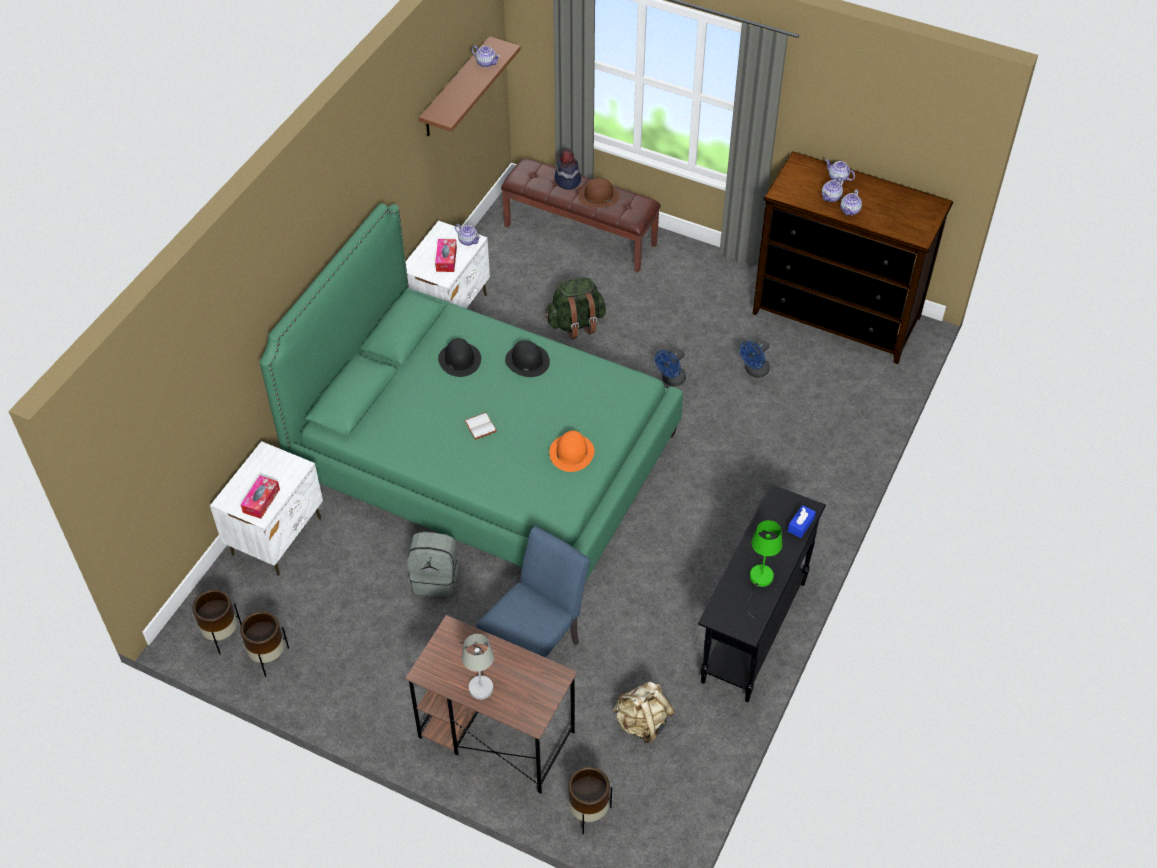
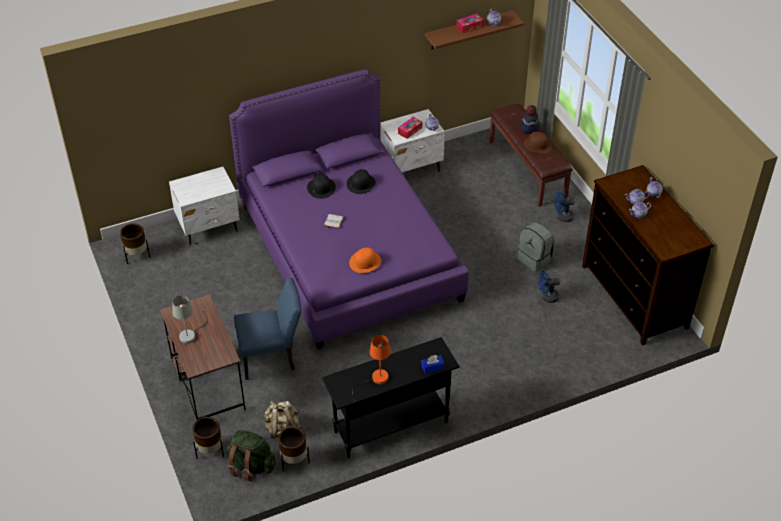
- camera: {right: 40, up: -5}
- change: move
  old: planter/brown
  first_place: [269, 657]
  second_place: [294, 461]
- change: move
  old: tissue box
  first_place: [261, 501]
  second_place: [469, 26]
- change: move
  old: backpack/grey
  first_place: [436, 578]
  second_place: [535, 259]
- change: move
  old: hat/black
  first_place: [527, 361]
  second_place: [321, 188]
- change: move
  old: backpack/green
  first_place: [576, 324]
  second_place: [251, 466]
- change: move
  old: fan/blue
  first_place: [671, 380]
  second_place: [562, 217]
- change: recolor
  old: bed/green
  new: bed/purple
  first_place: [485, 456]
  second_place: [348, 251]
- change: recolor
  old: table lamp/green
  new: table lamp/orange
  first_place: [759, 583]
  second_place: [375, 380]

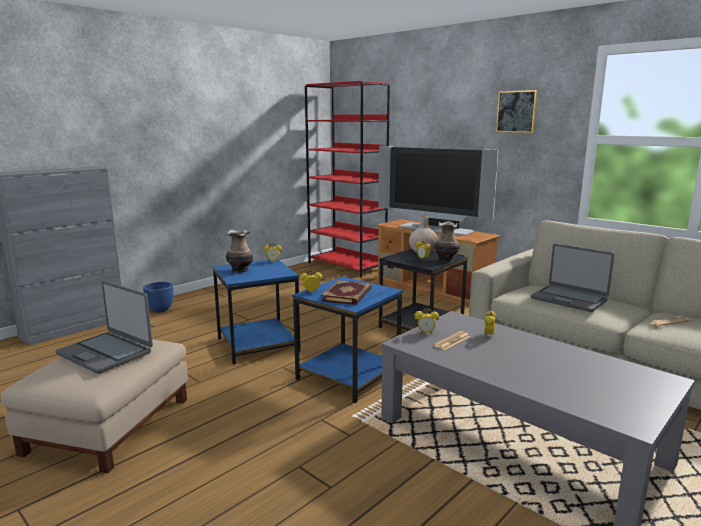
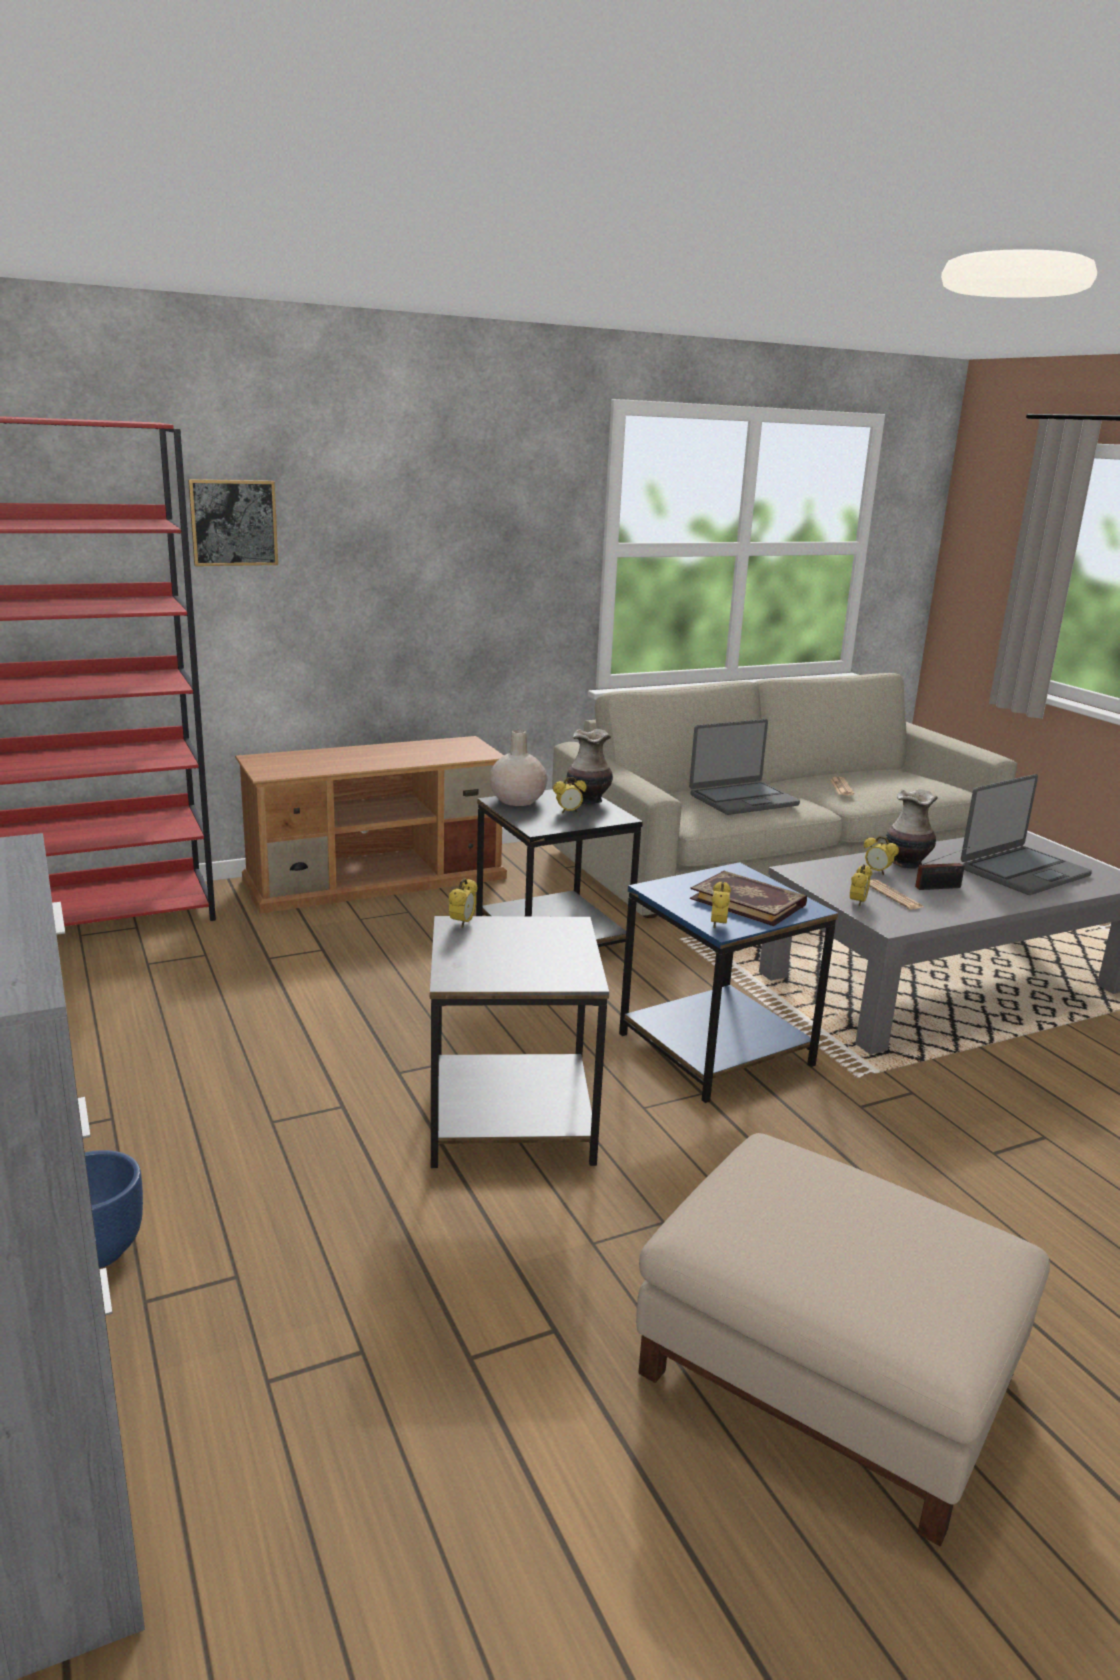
- camera: {right: -70, up: 5}
- change: delete
  old: television
  first_place: [435, 229]
- change: insert
  new: radio
  second_place: [940, 887]
- change: move
  old: laptop
  first_place: [106, 353]
  second_place: [1023, 872]
- change: move
  old: vase
  first_place: [239, 270]
  second_place: [906, 863]
- change: move
  old: picture
  first_place: [516, 111]
  second_place: [233, 523]
- change: recolor
  old: side table/blue
  new: side table/grey
  first_place: [258, 344]
  second_place: [508, 1116]

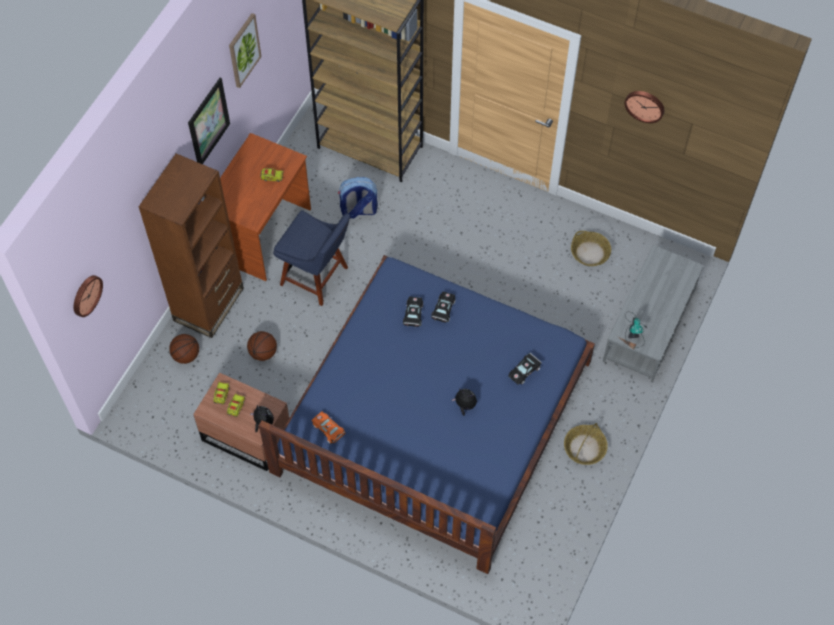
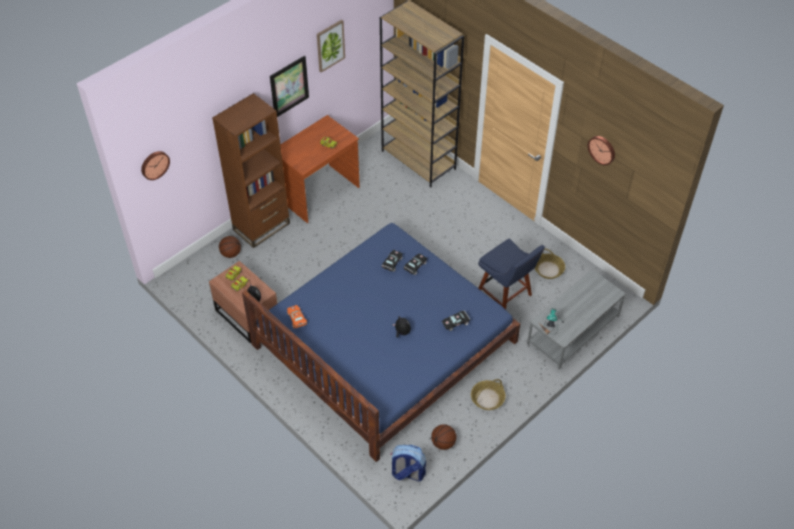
- camera: {right: 20, up: -10}
- change: move
  old: basketball
  first_place: [263, 352]
  second_place: [443, 443]
- change: move
  old: chair/blue
  first_place: [317, 277]
  second_place: [506, 296]
- change: move
  old: backpack
  first_place: [358, 210]
  second_place: [407, 473]

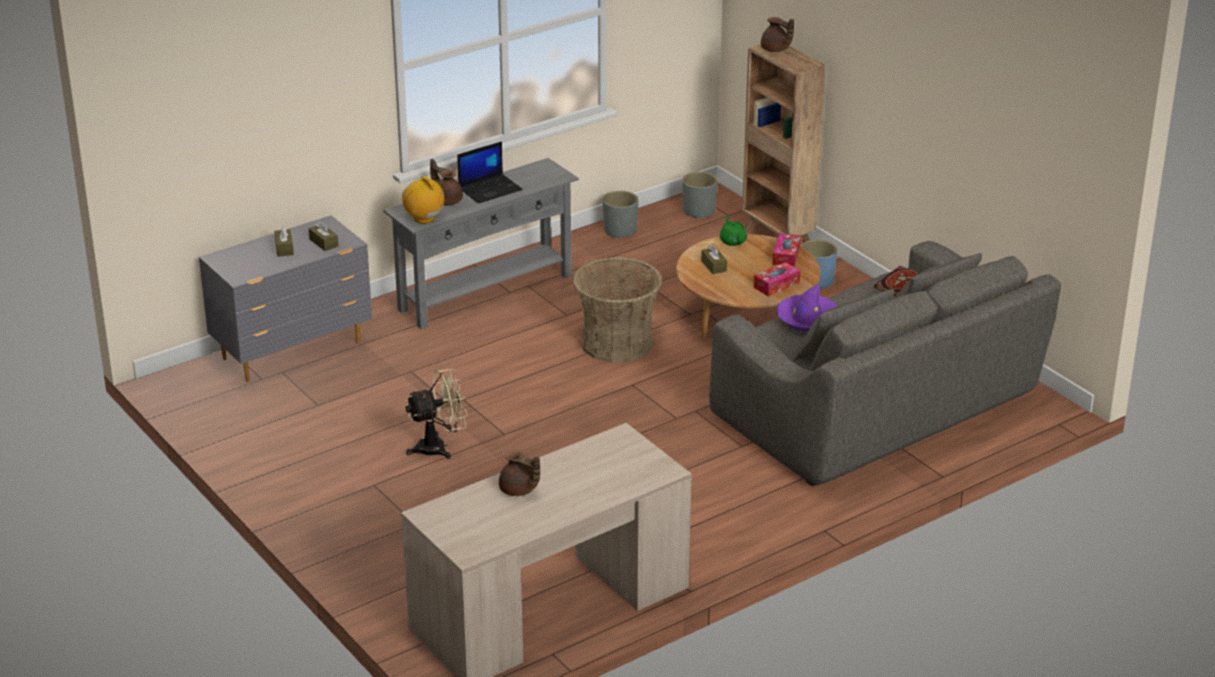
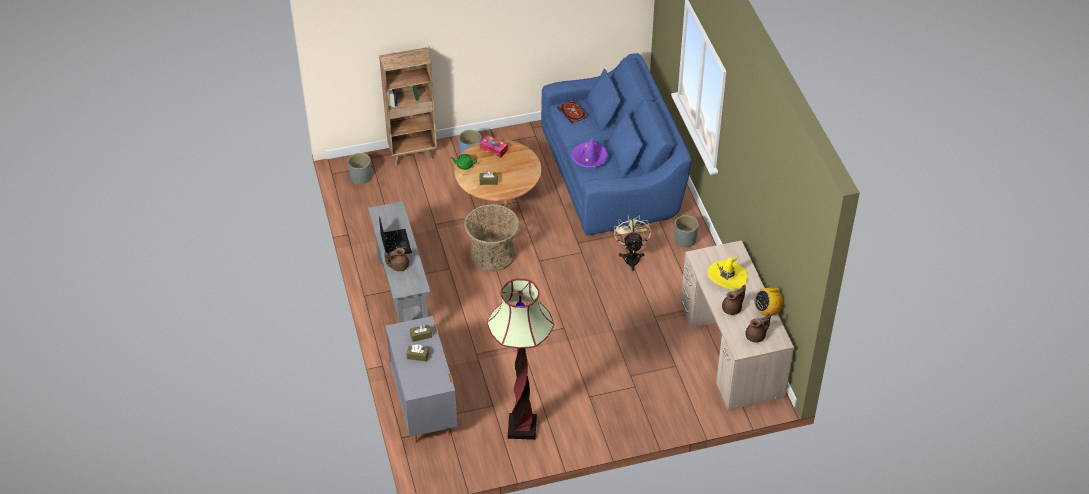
- camera: {right: -70, up: 15}
- change: delete
  old: tissue box
  first_place: [776, 285]
- change: insert
  new: floor lamp
  second_place: [522, 428]
- change: insert
  new: hat/yellow
  second_place: [727, 276]
- change: move
  old: radio
  first_place: [424, 219]
  second_place: [767, 311]
- change: move
  old: fan/beige
  first_place: [439, 447]
  second_place: [631, 256]
- change: move
  old: planter/grey
  first_place: [620, 231]
  second_place: [685, 240]
- change: move
  old: teapot/brown
  first_place: [775, 50]
  second_place: [756, 336]
- change: recolor
  old: sofa/grey
  new: sofa/blue
  first_place: [877, 411]
  second_place: [612, 173]

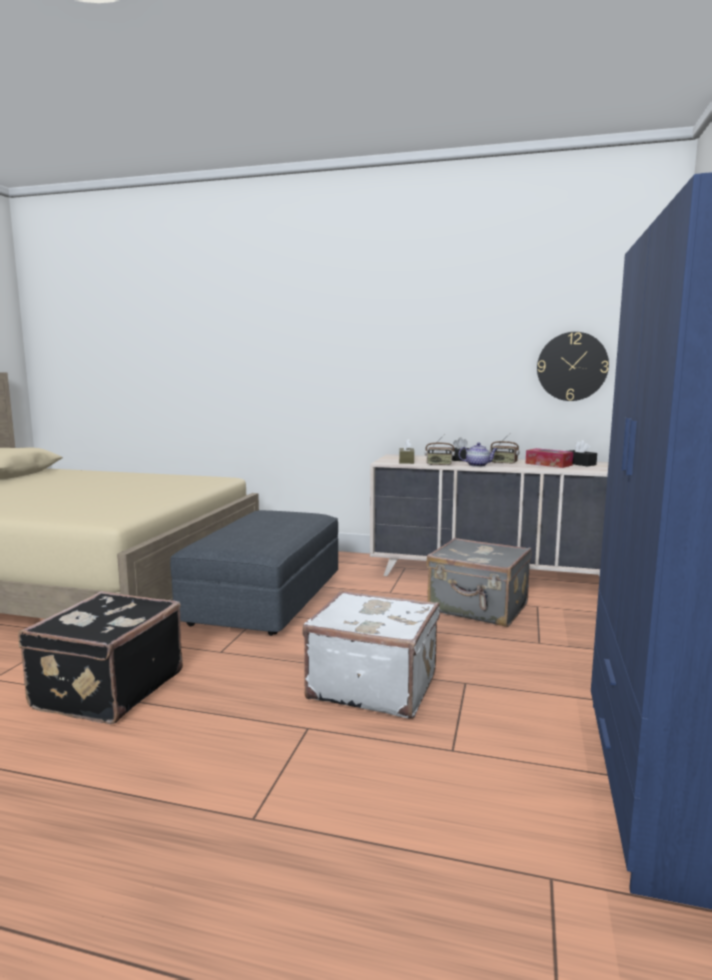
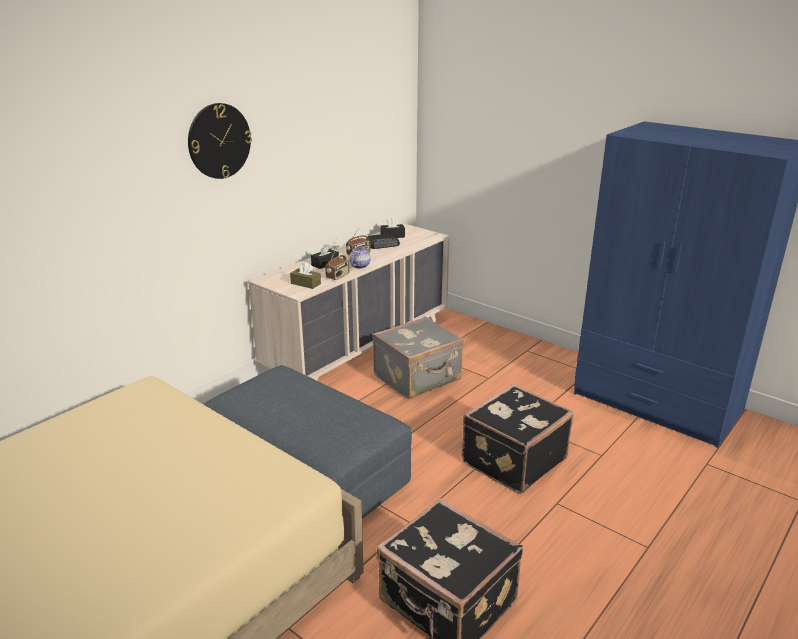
- camera: {right: -65, up: 15}
- change: move
  old: wall clock
  first_place: [572, 366]
  second_place: [219, 141]
- change: replace
  old: tissue box
  new: radio
  first_place: [548, 464]
  second_place: [383, 244]
- change: recolor
  old: suitcase/white
  new: suitcase/black
  first_place: [373, 685]
  second_place: [512, 460]

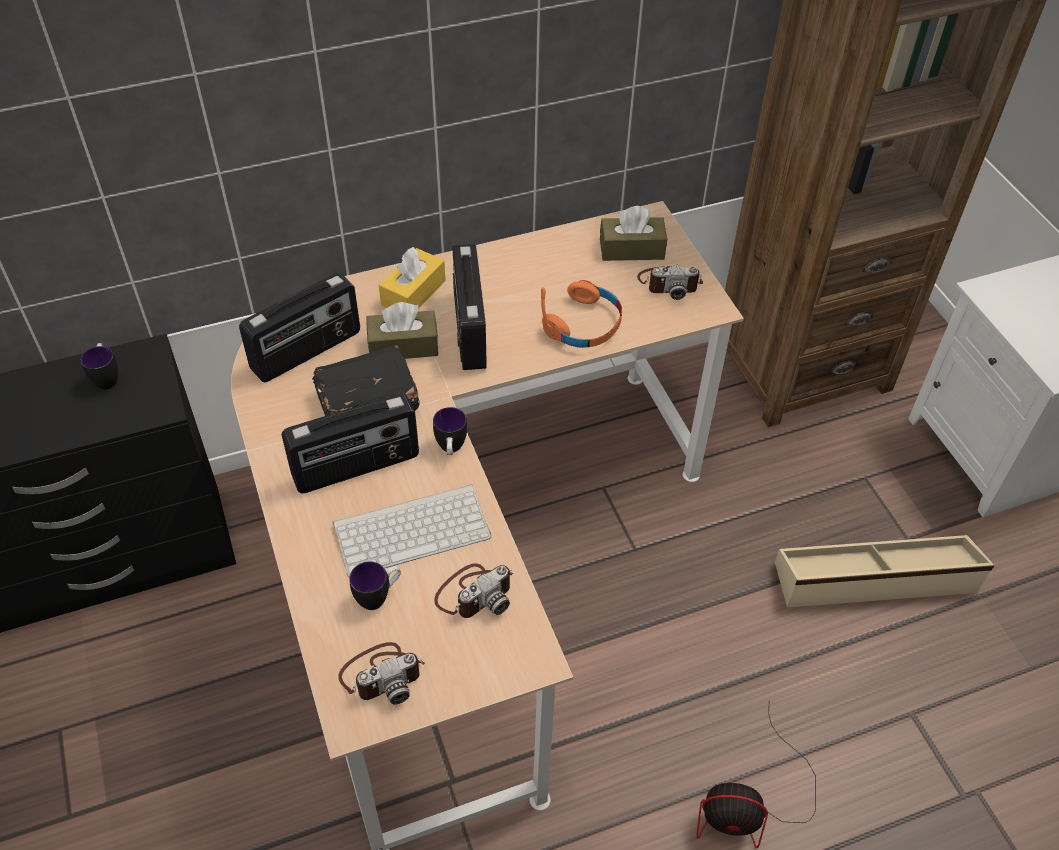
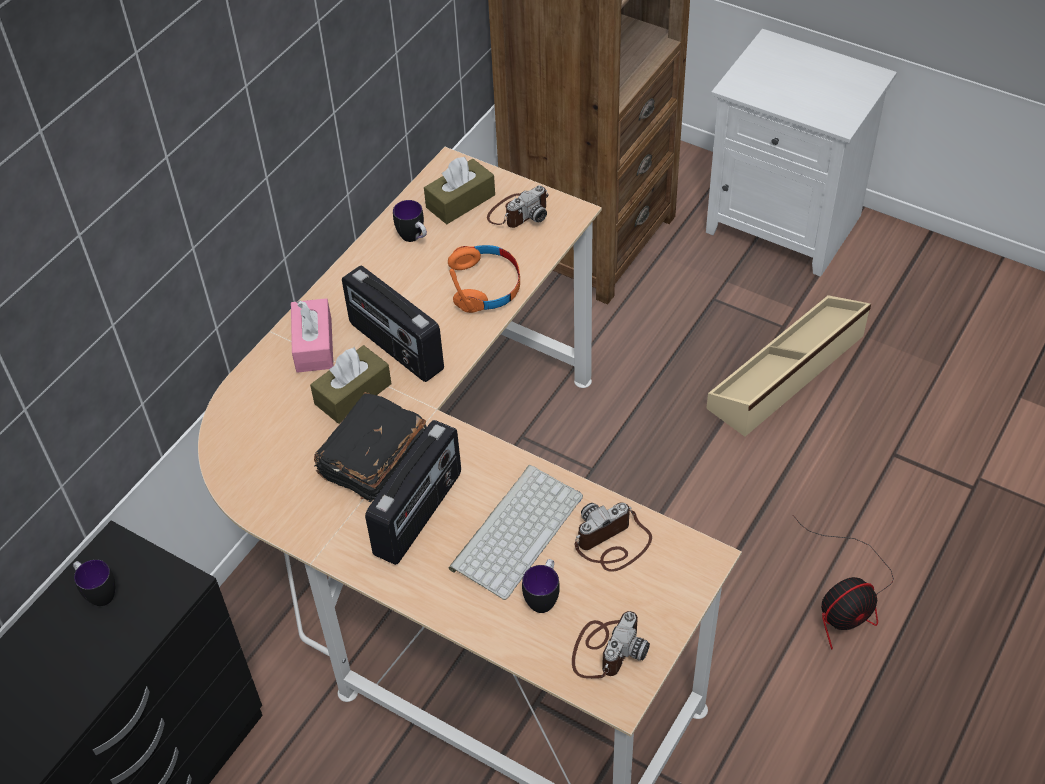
- camera: {right: -35, up: 0}
- change: delete
  old: radio
  first_place: [307, 352]
- change: move
  old: mug
  first_place: [451, 450]
  second_place: [414, 238]
- change: recolor
  old: tissue box/yellow
  new: tissue box/pink
  first_place: [413, 293]
  second_place: [314, 345]
- change: rotate
  old: photo camera
  first_place: [474, 593]
  second_place: [612, 543]
  degrees: -135

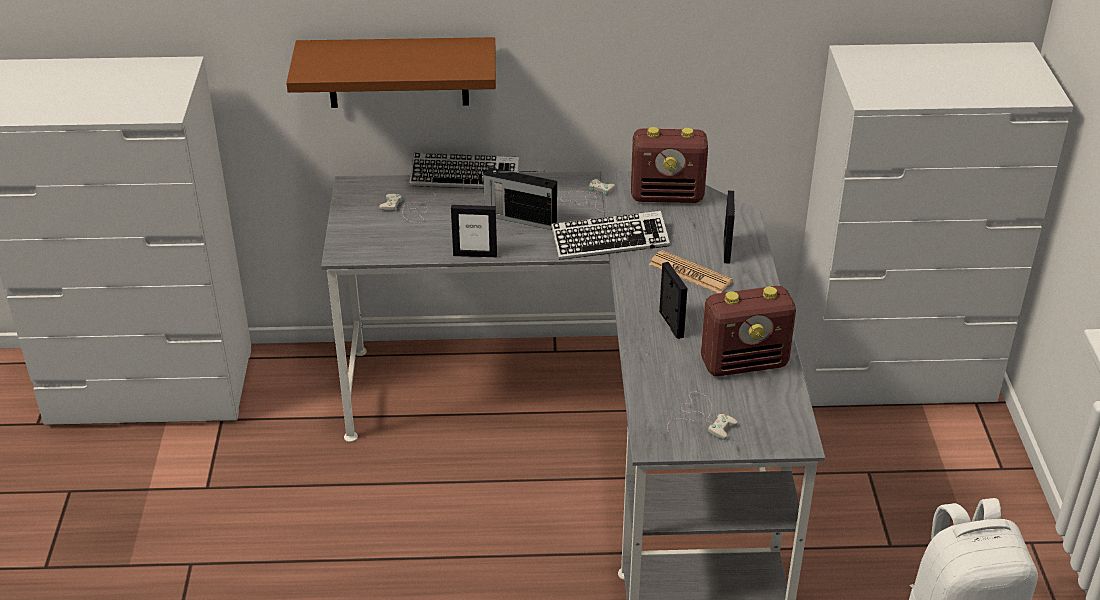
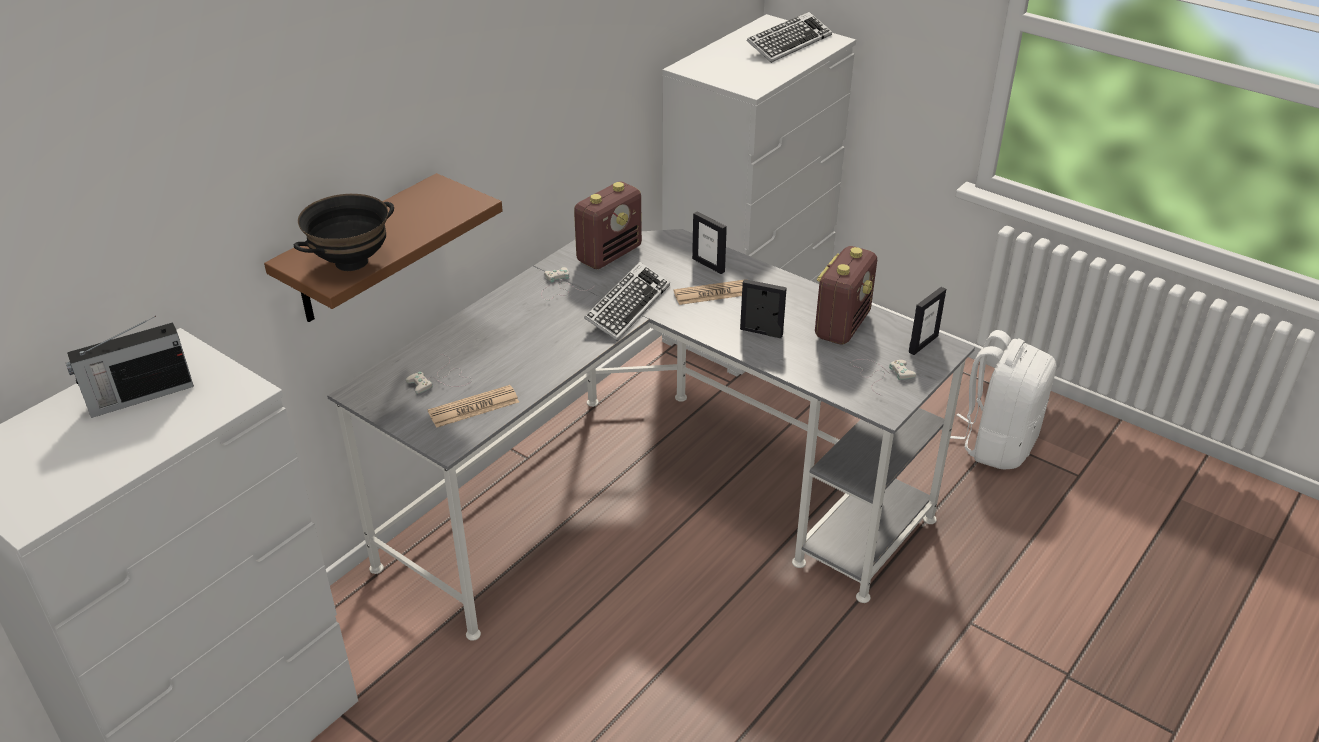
- camera: {right: -50, up: 0}
- change: insert
  new: bowl/black
  second_place: [351, 262]
- change: insert
  new: newspaper
  second_place: [473, 407]
- change: move
  old: keyboard
  first_place: [464, 178]
  second_place: [789, 43]
- change: move
  old: picture frame
  first_place: [475, 254]
  second_place: [923, 344]
- change: move
  old: radio
  first_place: [519, 218]
  second_place: [138, 396]

